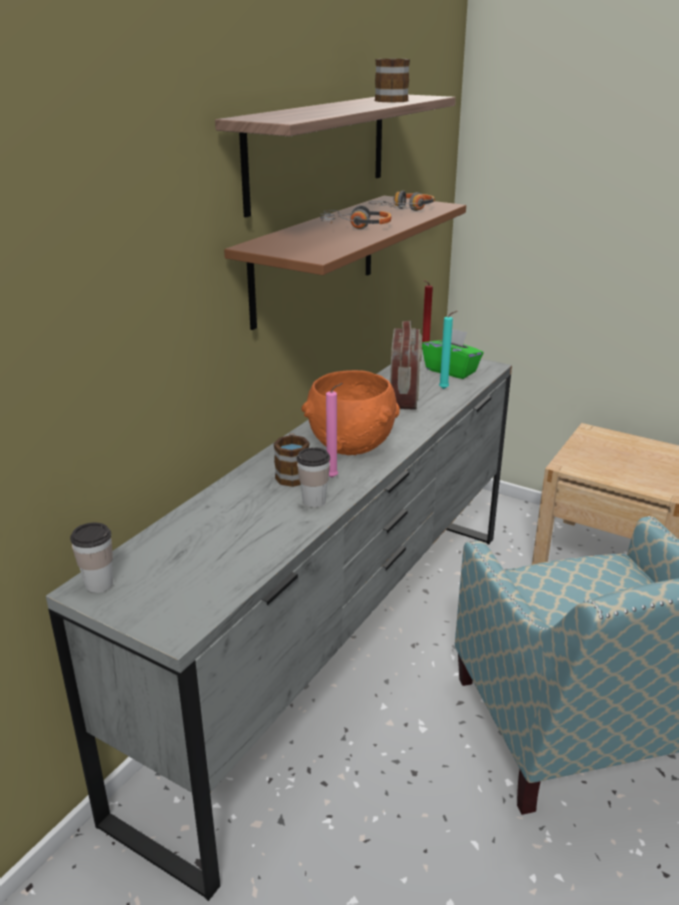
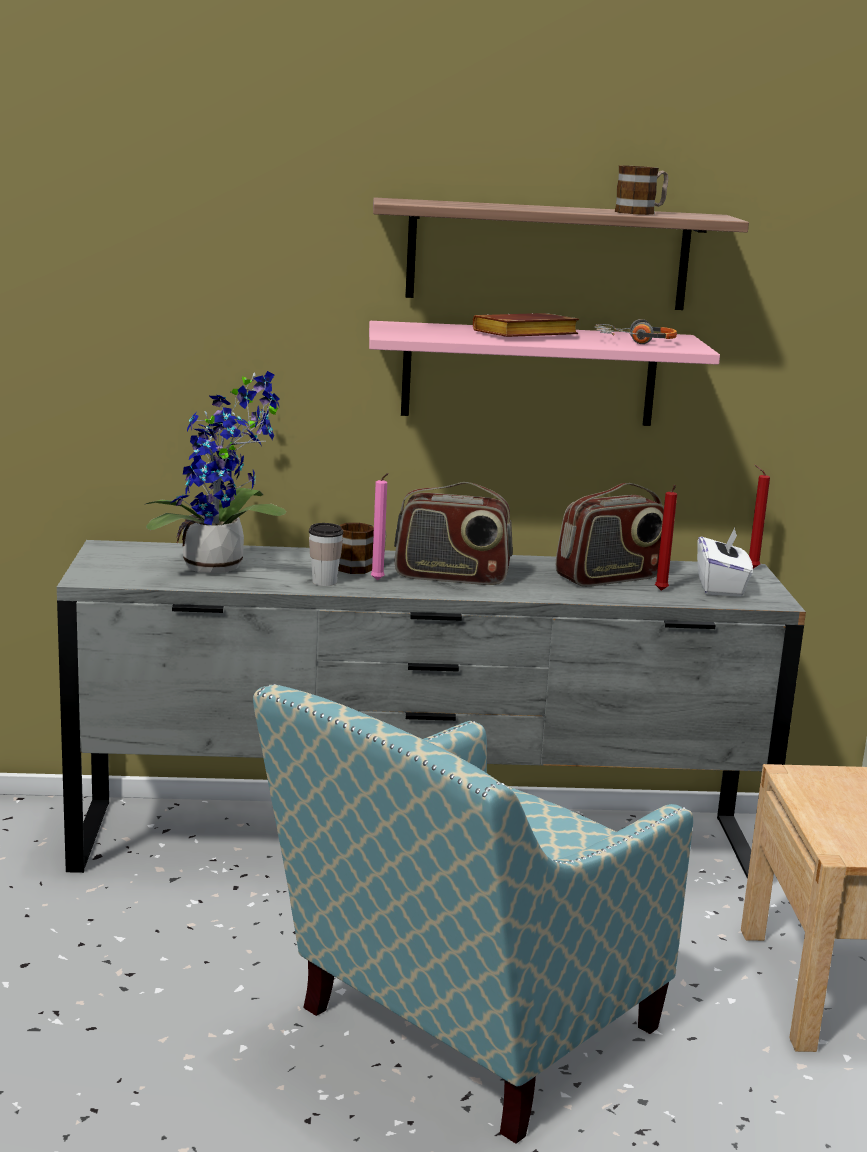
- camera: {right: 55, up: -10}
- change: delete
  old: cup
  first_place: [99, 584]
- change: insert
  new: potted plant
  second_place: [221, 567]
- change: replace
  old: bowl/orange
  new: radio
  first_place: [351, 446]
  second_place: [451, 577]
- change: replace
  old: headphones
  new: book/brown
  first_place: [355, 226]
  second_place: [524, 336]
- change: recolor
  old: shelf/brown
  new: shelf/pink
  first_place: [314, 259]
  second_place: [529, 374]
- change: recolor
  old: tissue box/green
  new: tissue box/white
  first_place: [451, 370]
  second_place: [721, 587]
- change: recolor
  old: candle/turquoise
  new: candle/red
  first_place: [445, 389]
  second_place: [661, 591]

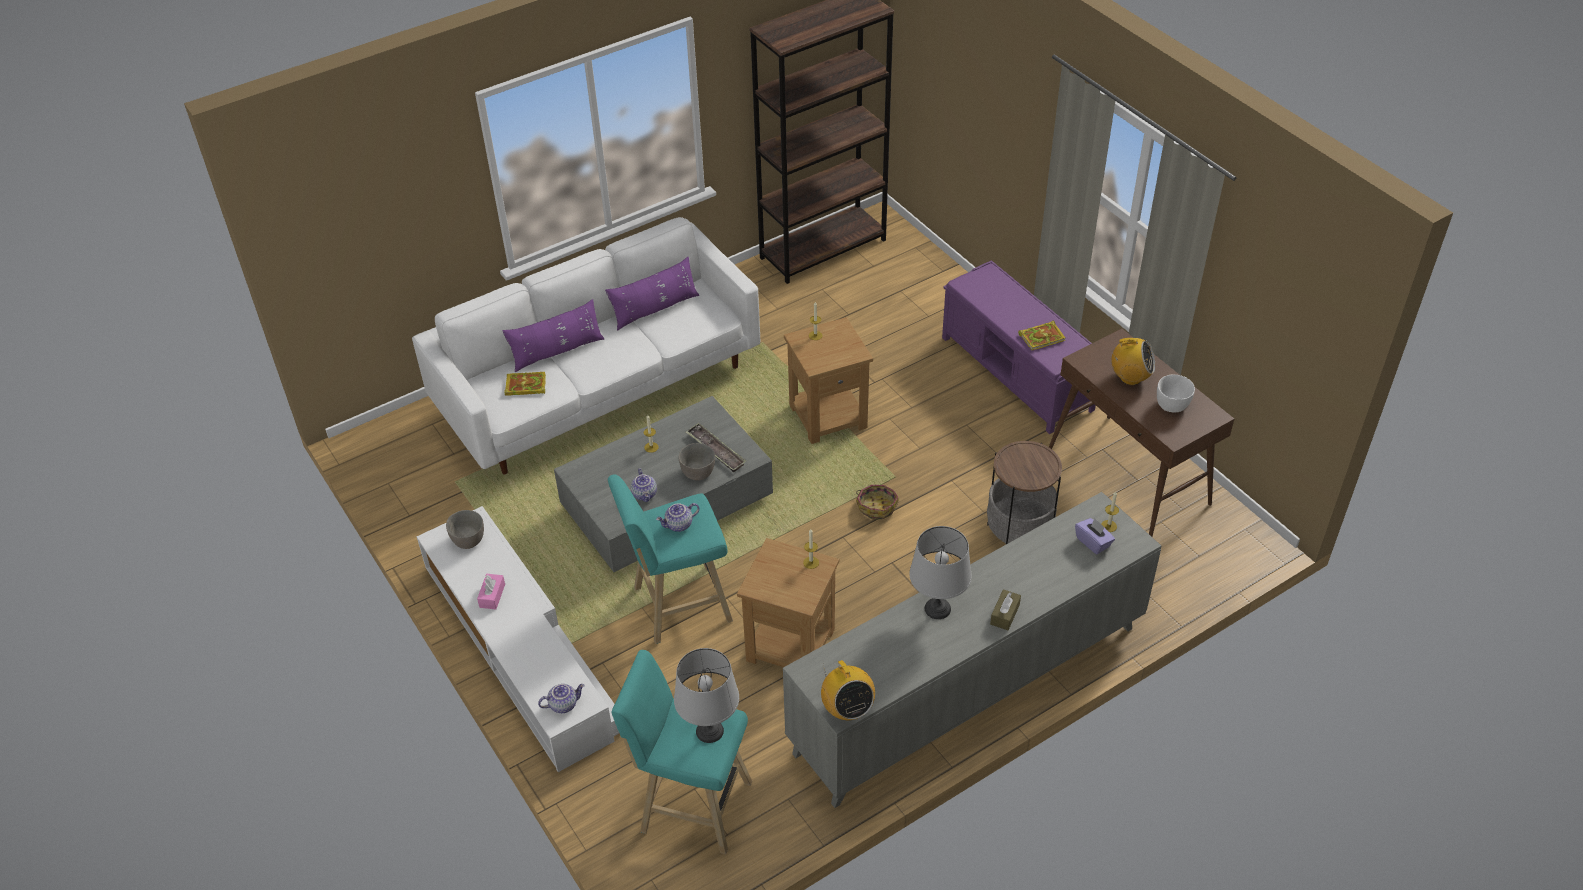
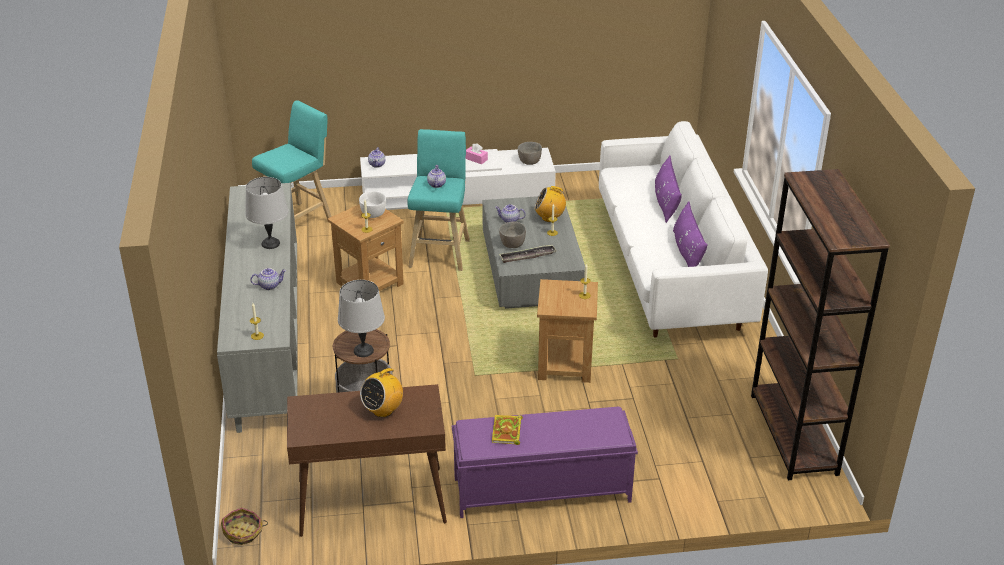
- camera: {right: 115, up: -10}
- change: delete
  old: book
  first_place: [524, 386]
- change: delete
  old: tissue box/brown
  first_place: [1005, 614]
- change: delete
  old: tissue box/purple
  first_place: [1093, 542]
- change: insert
  new: teapot
  second_place: [269, 285]
- change: move
  old: table lamp/grey
  first_place: [709, 731]
  second_place: [363, 350]
- change: move
  old: radio
  first_place: [847, 709]
  second_place: [549, 218]
- change: move
  old: basket
  first_place: [876, 506]
  second_place: [243, 533]
- change: move
  old: bowl/white
  first_place: [1172, 405]
  second_place: [373, 214]

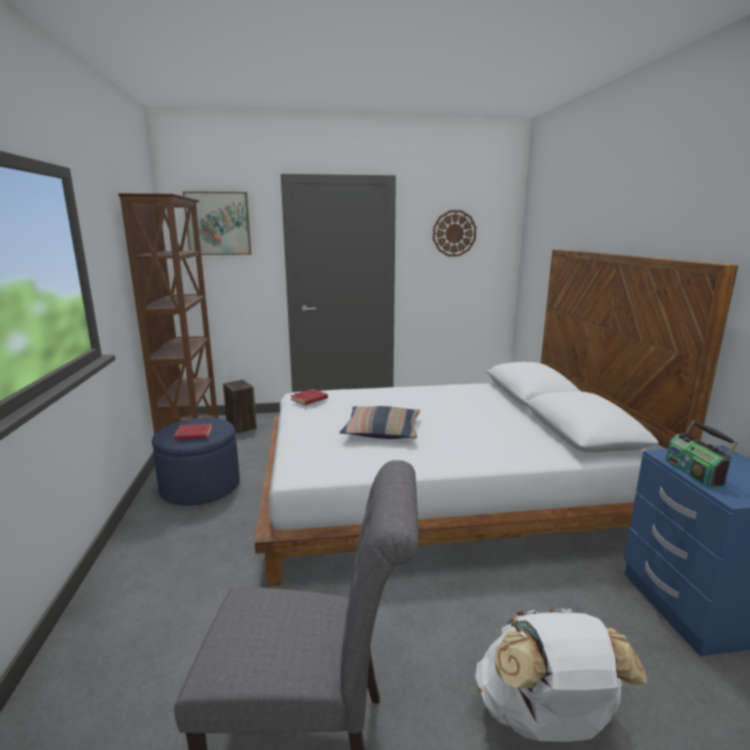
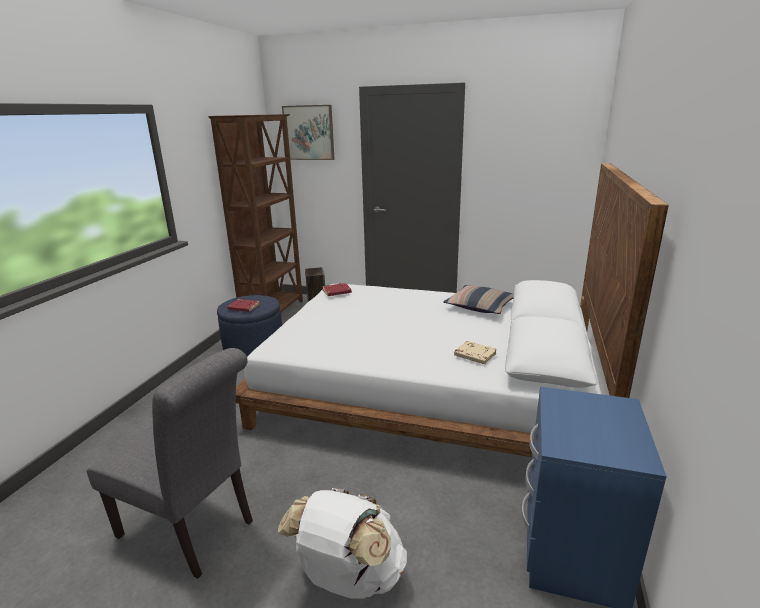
- camera: {right: 25, up: 5}
- change: delete
  old: wall clock
  first_place: [454, 233]
- change: delete
  old: radio
  first_place: [695, 473]
- change: insert
  new: book/beige
  second_place: [474, 355]
- change: move
  old: pillow
  first_place: [382, 431]
  second_place: [480, 306]

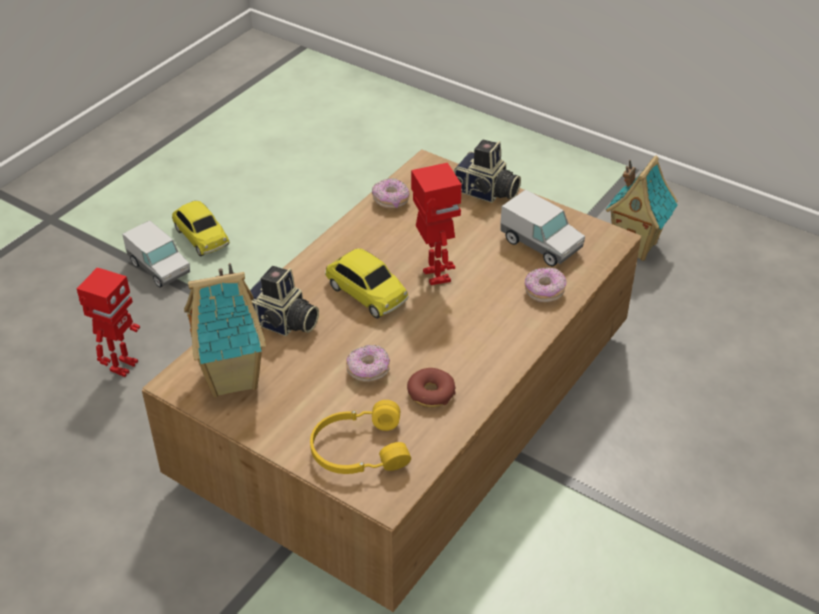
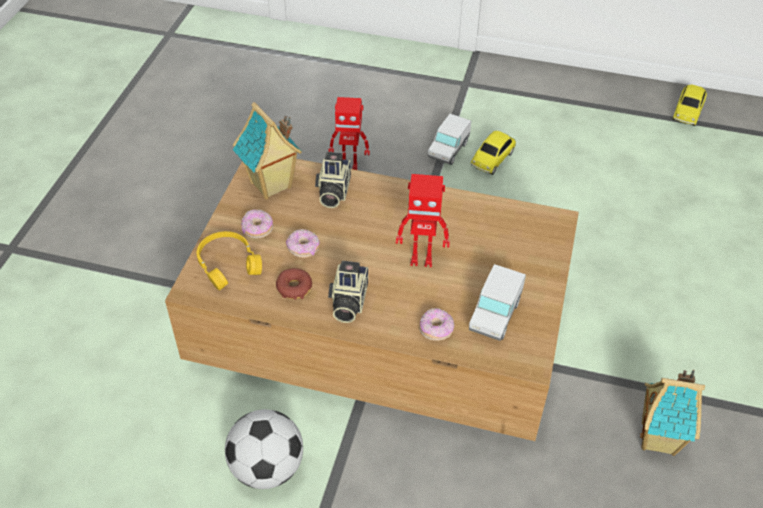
- camera: {right: 70, up: 5}
- change: insert
  new: football
  second_place: [267, 468]
- change: move
  old: toy car
  first_place: [366, 293]
  second_place: [688, 111]
- change: move
  old: donut
  first_place: [391, 201]
  second_place: [257, 229]
- change: move
  old: photo camera
  first_place: [485, 192]
  second_place: [347, 302]
- change: rotate
  old: toy robot
  first_place: [435, 276]
  second_place: [421, 259]
  degrees: 45

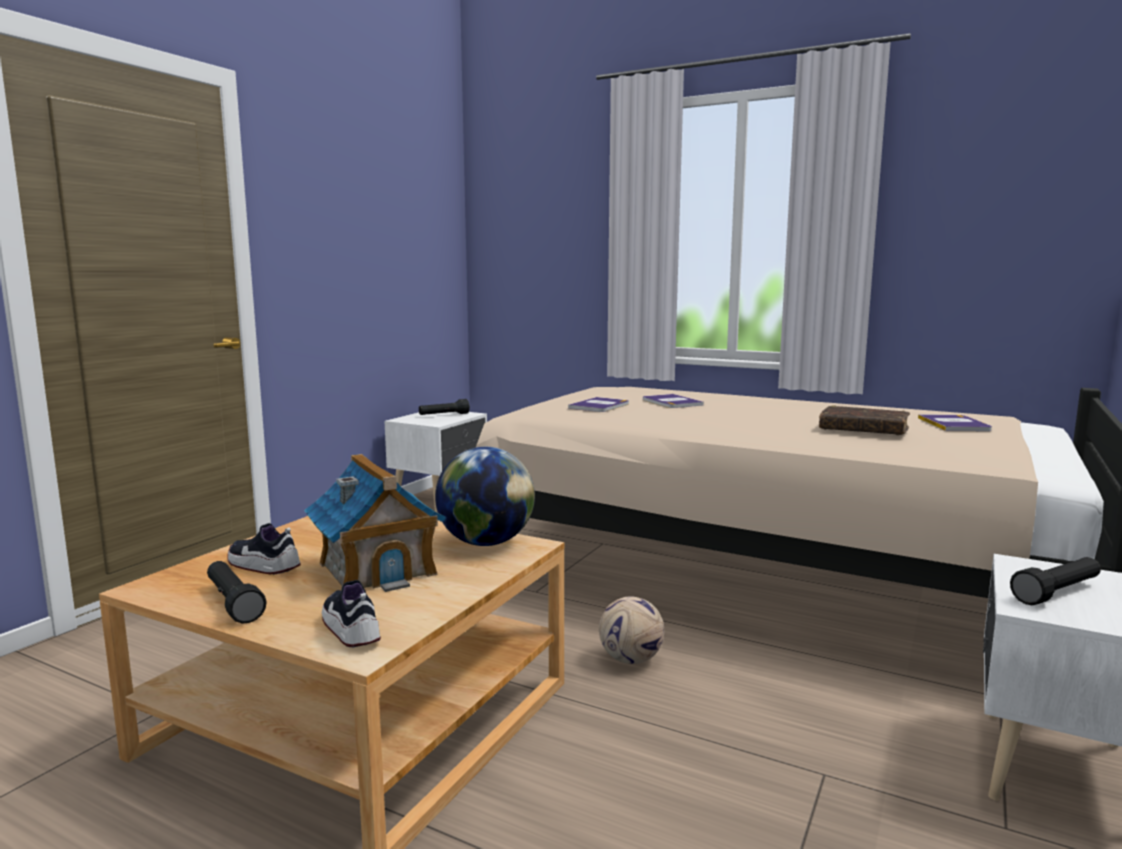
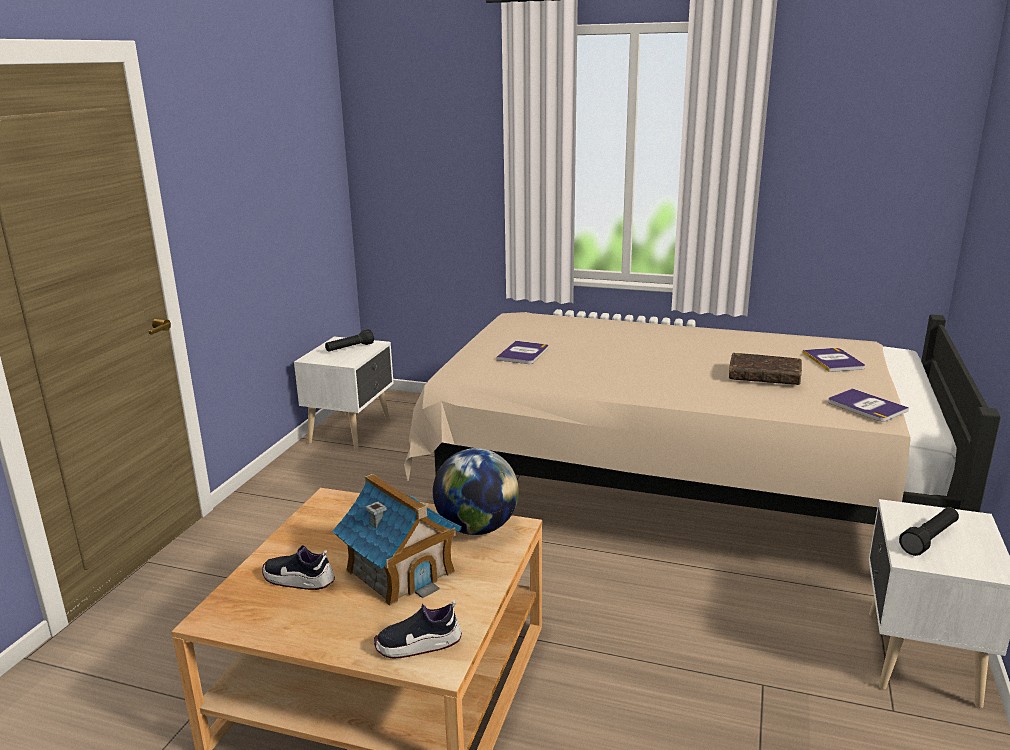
- camera: {right: -10, up: 10}
- change: delete
  old: flashlight/black
  first_place: [233, 603]
- change: delete
  old: football
  first_place: [630, 659]
- change: move
  old: book
  first_place: [671, 402]
  second_place: [866, 406]
- change: rotate
  old: shoe
  first_place: [351, 630]
  second_place: [418, 645]
  degrees: -60

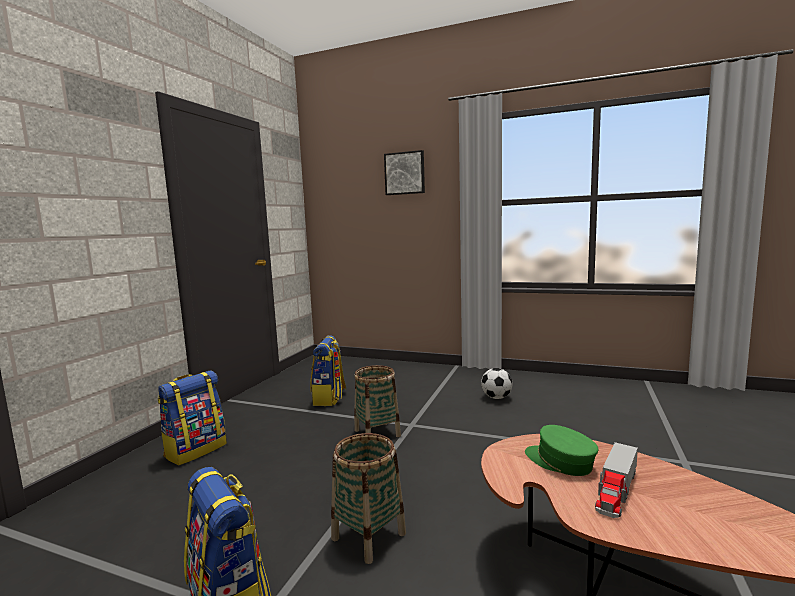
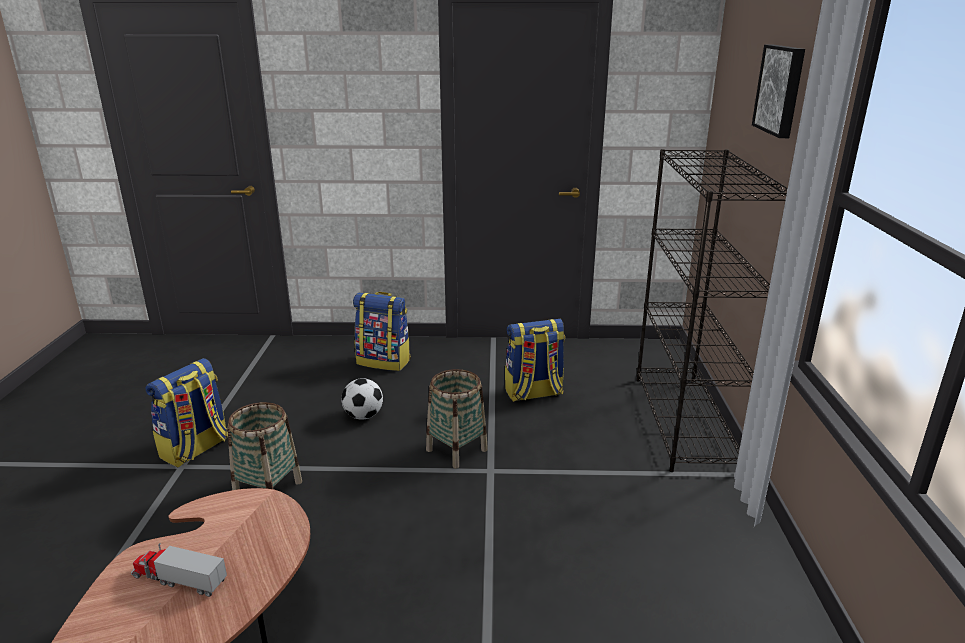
- camera: {right: 70, up: 15}
- change: delete
  old: cap/green
  first_place: [560, 461]
- change: insert
  new: bookcase/black
  second_place: [684, 421]
- change: move
  old: football
  first_place: [496, 397]
  second_place: [363, 416]

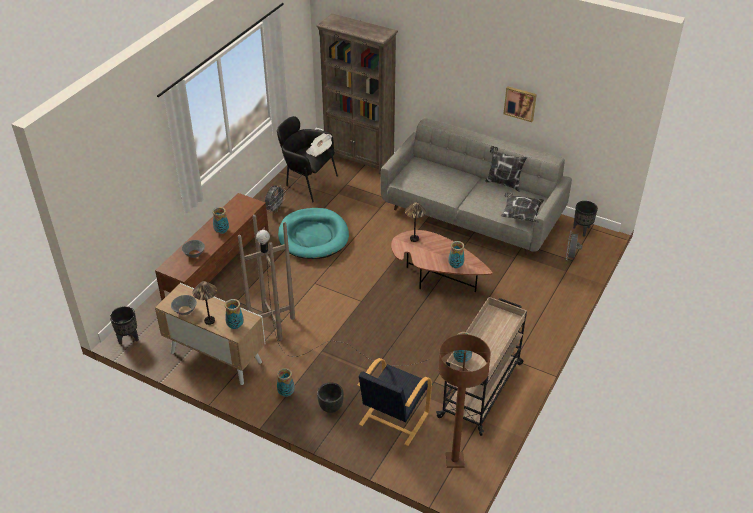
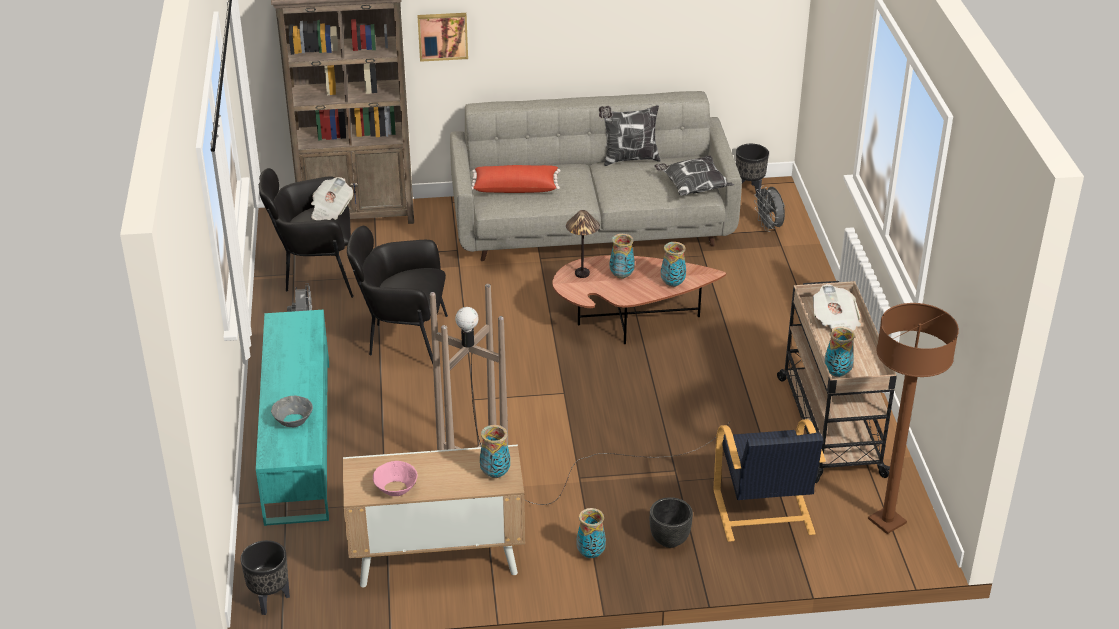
- camera: {right: -35, up: -5}
- change: delete
  old: table lamp
  first_place: [210, 321]
- change: insert
  new: pillow/red
  second_place: [515, 188]
- change: insert
  new: newspaper
  second_place: [835, 322]
- change: move
  old: vase
  first_place: [221, 232]
  second_place: [621, 276]
- change: move
  old: picture
  first_place: [520, 103]
  second_place: [442, 35]
- change: replace
  old: dog bed/turquoise
  new: armchair/black
  first_place: [313, 236]
  second_place: [403, 341]
- change: recolor
  old: tv stand/brown
  new: tv stand/turquoise
  first_place: [218, 264]
  second_place: [299, 438]
- change: recolor
  old: bowl/grey
  new: bowl/pink
  first_place: [185, 310]
  second_place: [396, 489]

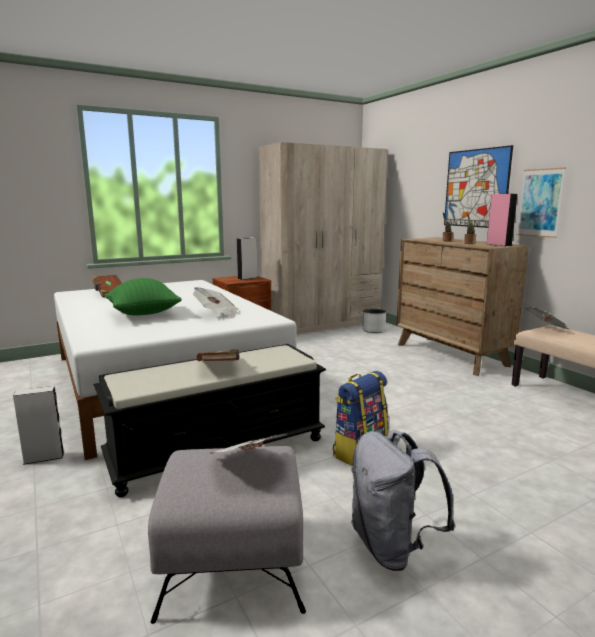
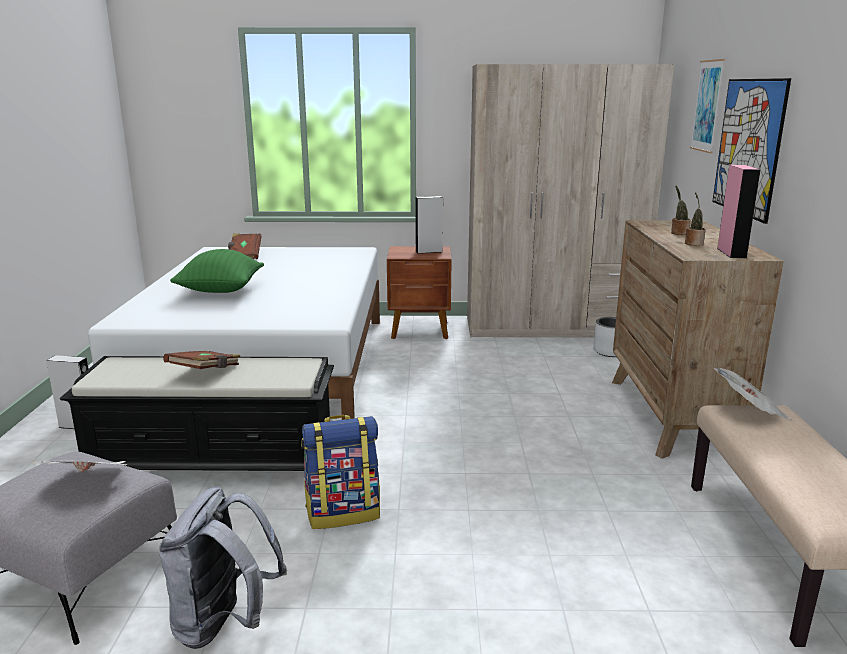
- camera: {right: 30, up: 5}
- change: delete
  old: newspaper
  first_place: [217, 314]
- change: move
  old: picture
  first_place: [540, 203]
  second_place: [707, 106]

